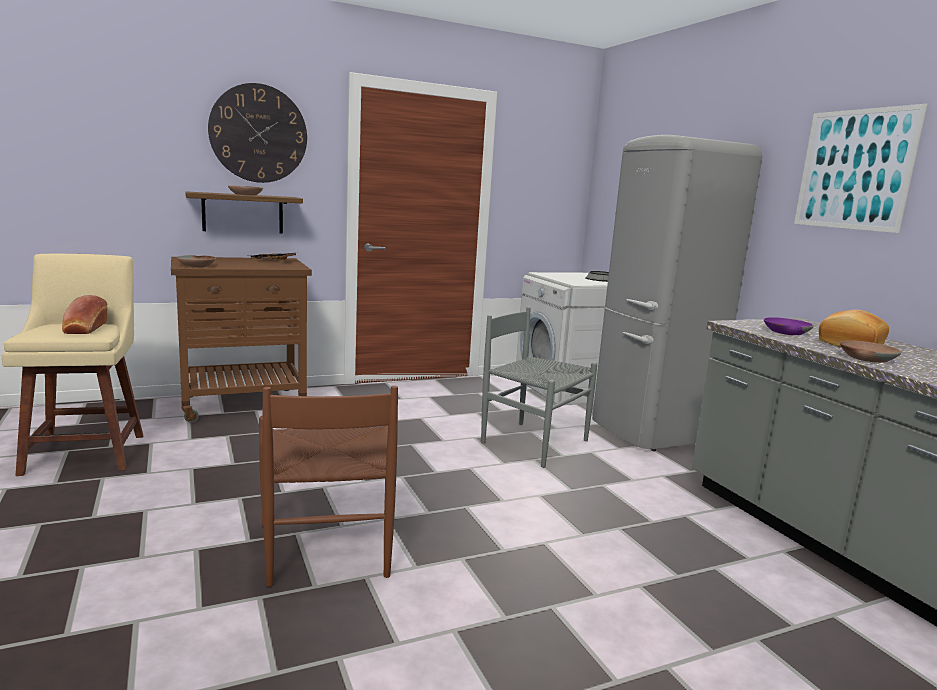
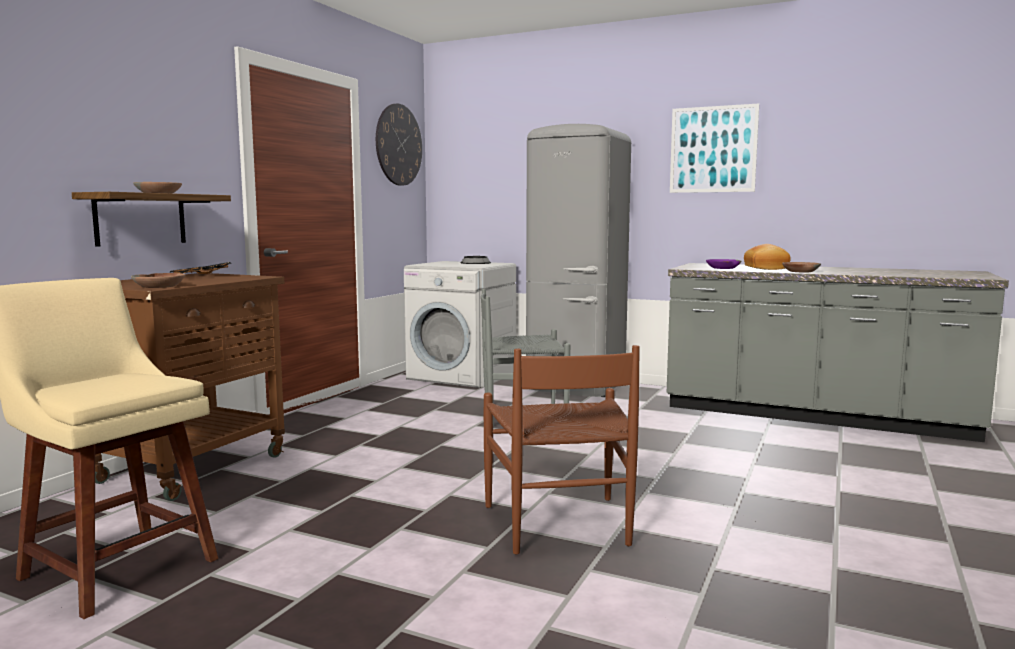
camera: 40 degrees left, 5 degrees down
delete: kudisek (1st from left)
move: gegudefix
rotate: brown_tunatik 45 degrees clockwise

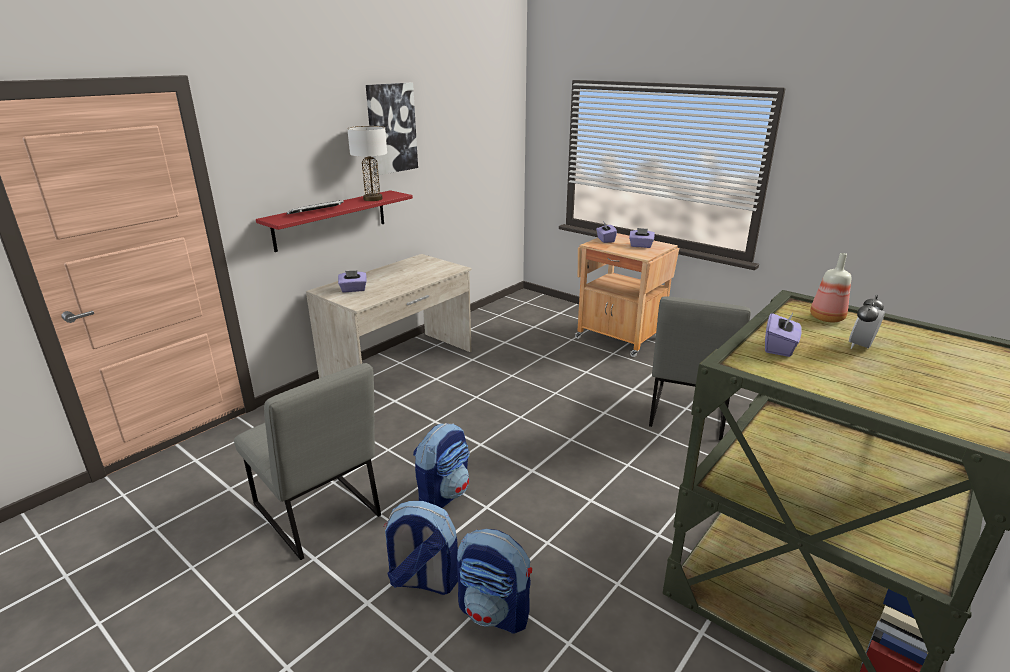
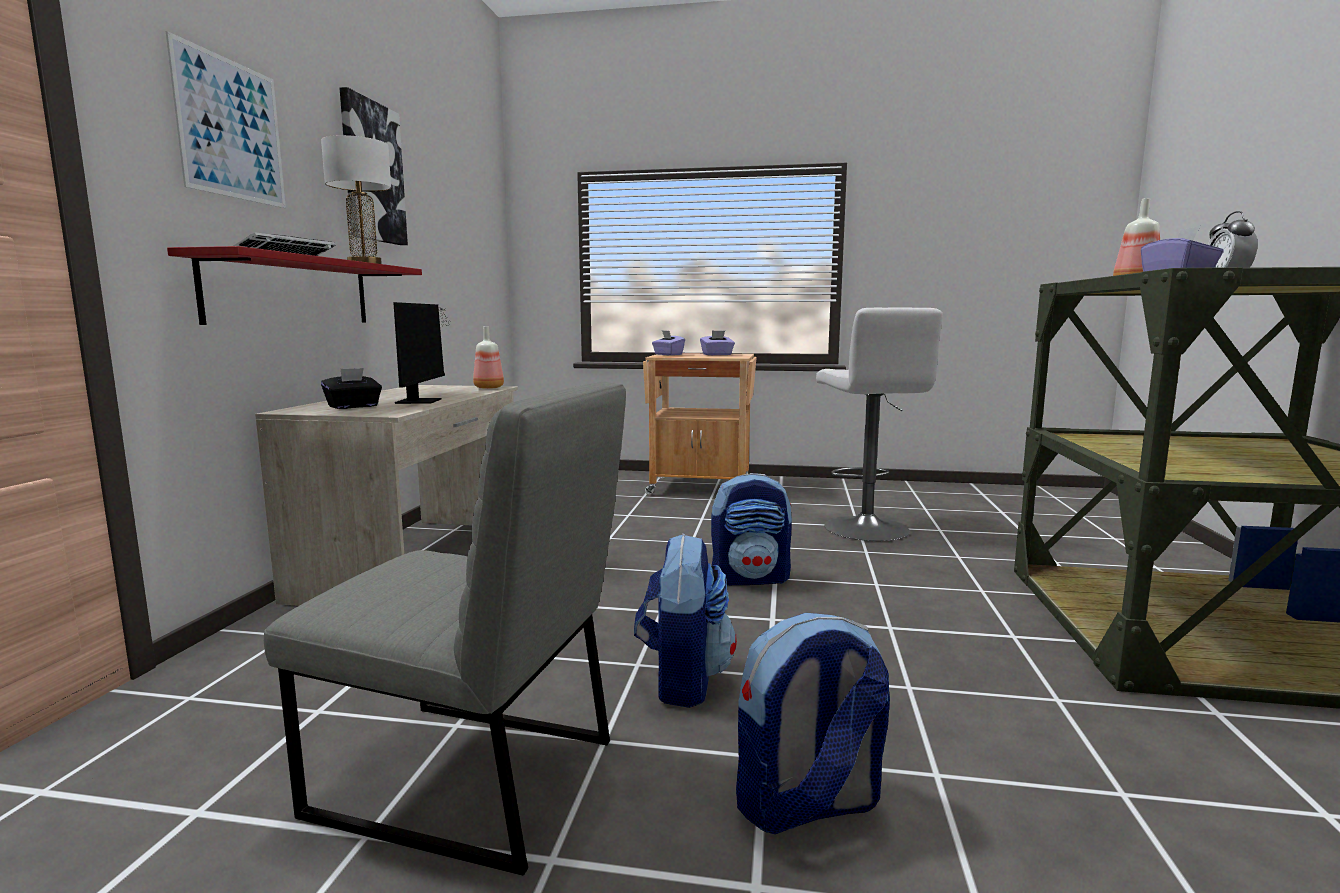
camera: 30 degrees left, 15 degrees down
insert: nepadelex (1st from left); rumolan; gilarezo (1st from left)
move: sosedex (3rd from left in the first image) to sosedex (2nd from left)
replace: grey_tunatik (2nd from left) to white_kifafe
recolor: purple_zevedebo (1st from left) to black_zevedebo

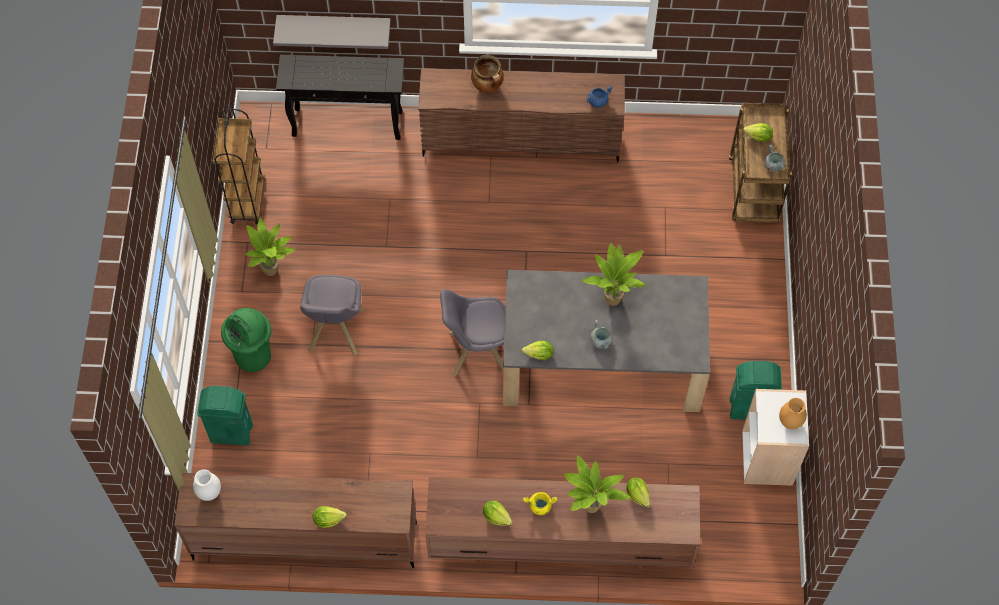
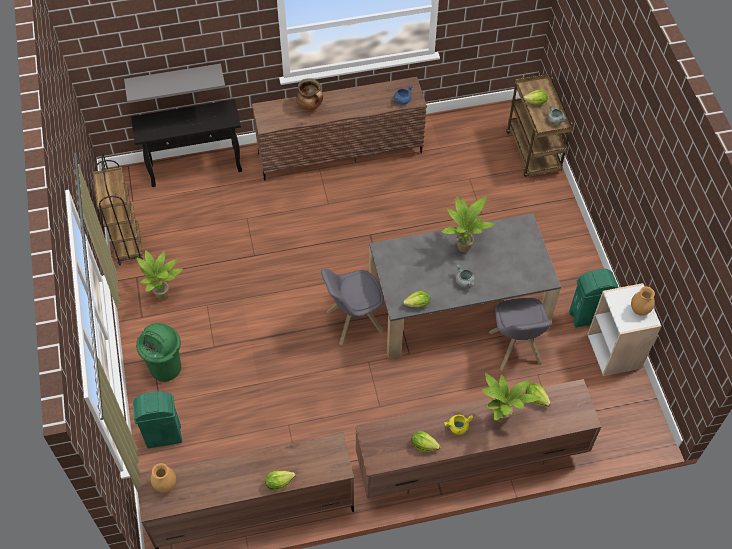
camera: 15 degrees left, 5 degrees down
move: grey_tunatik (1st from left in the first image) to grey_tunatik (2nd from left)
recolor: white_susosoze to brown_susosoze (1st from left)

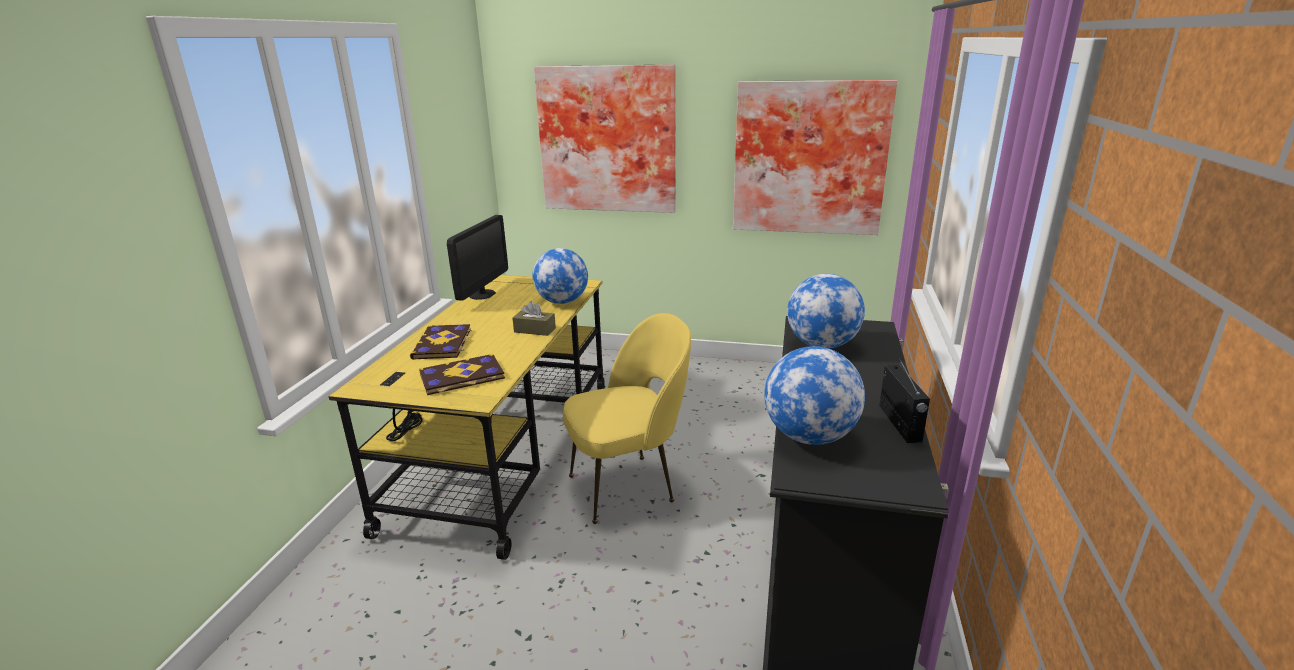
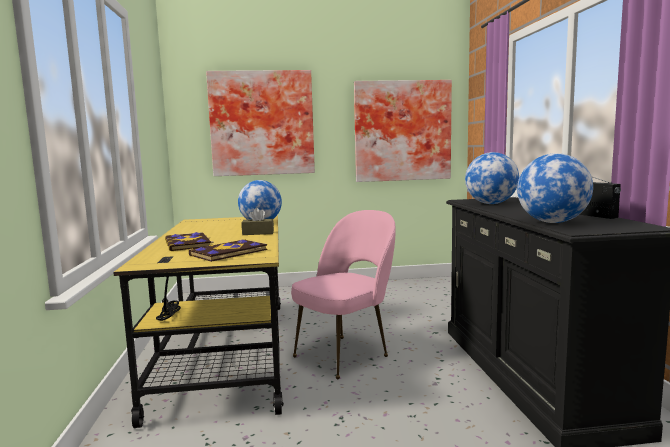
camera: 20 degrees left, 15 degrees down
delete: rumolan
recolor: yellow_tunatik to pink_tunatik

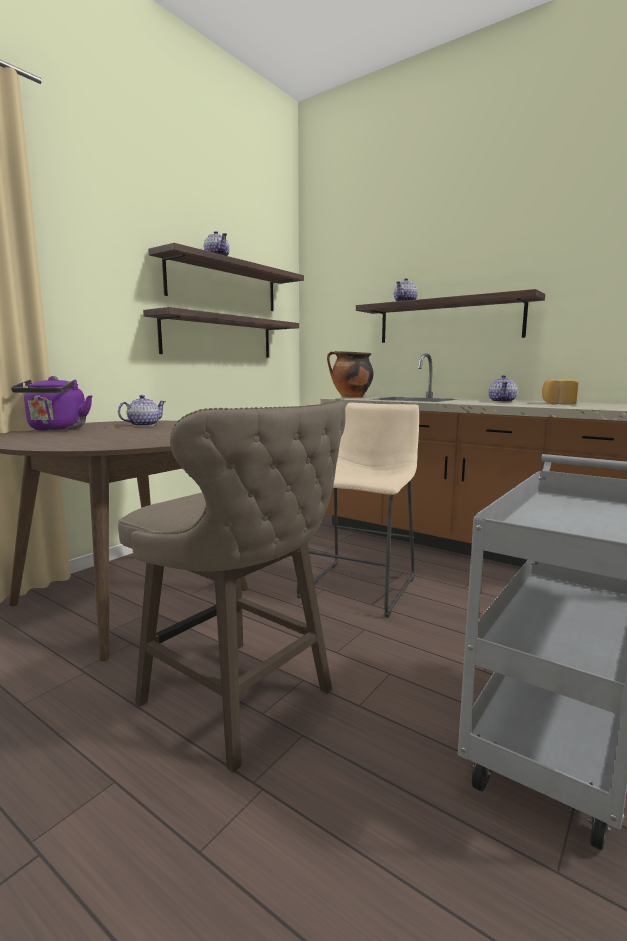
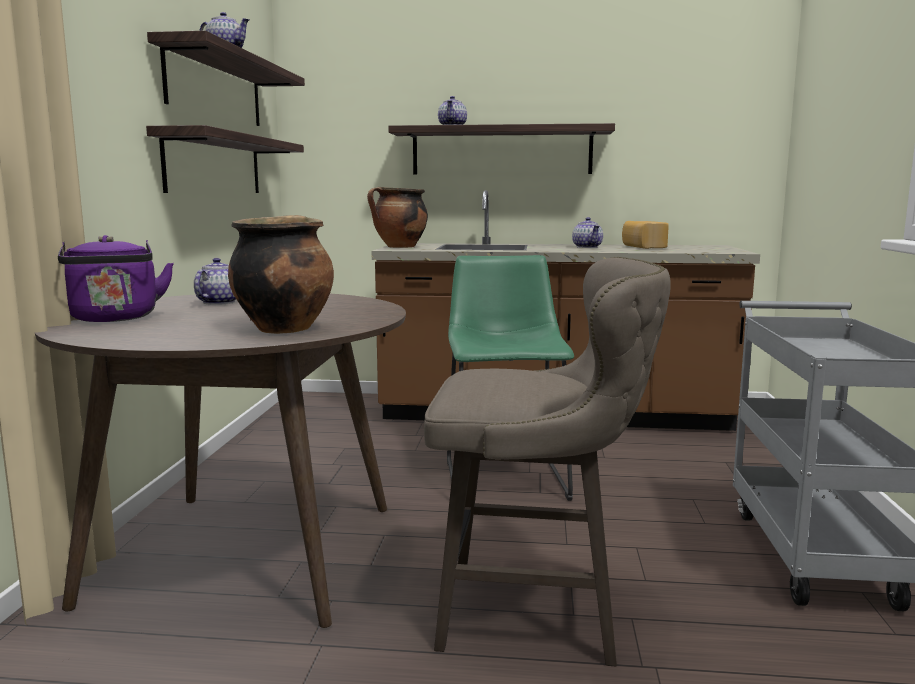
camera: 30 degrees left, 0 degrees up
insert: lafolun (1st from left)
recolor: beige_kifafe (2nd from left) to green_kifafe

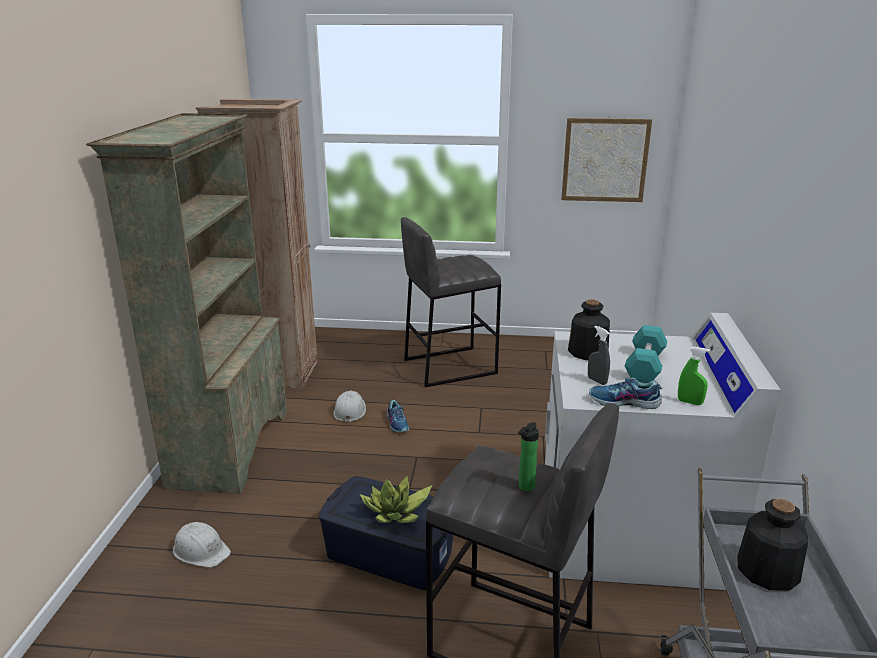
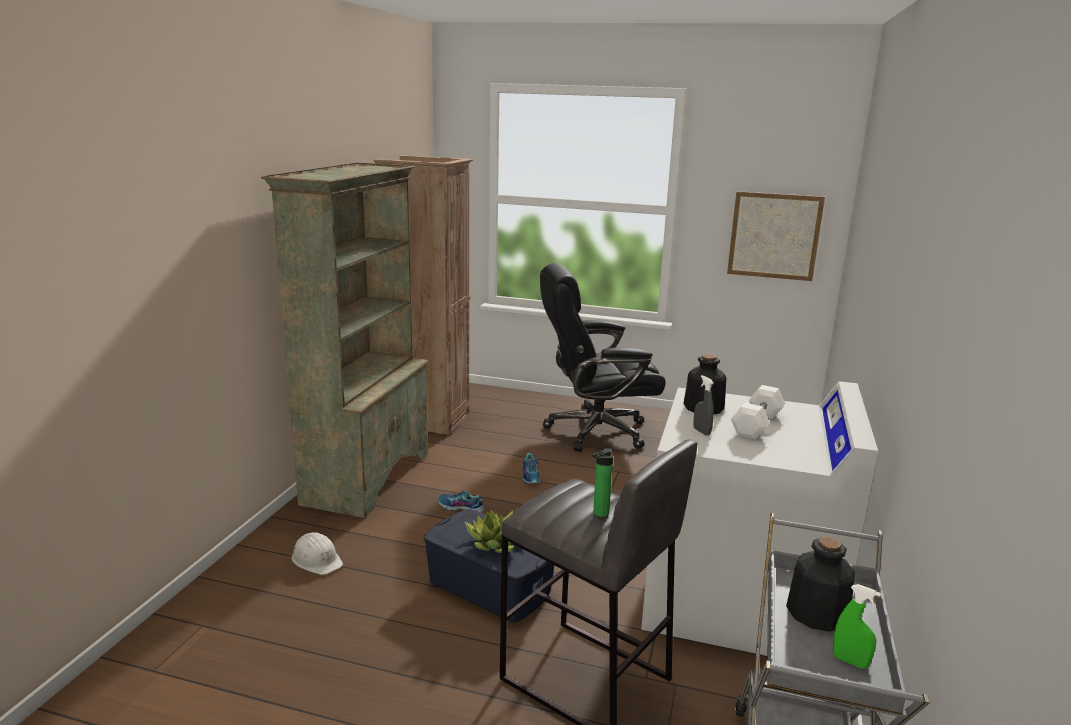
camera: 10 degrees right, 5 degrees down
delete: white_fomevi (2nd from left)
move: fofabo (2nd from left in the first image) to fofabo (1st from left); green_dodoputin
replace: grey_kifafe (1st from left) to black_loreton
recolor: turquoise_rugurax to white_rugurax

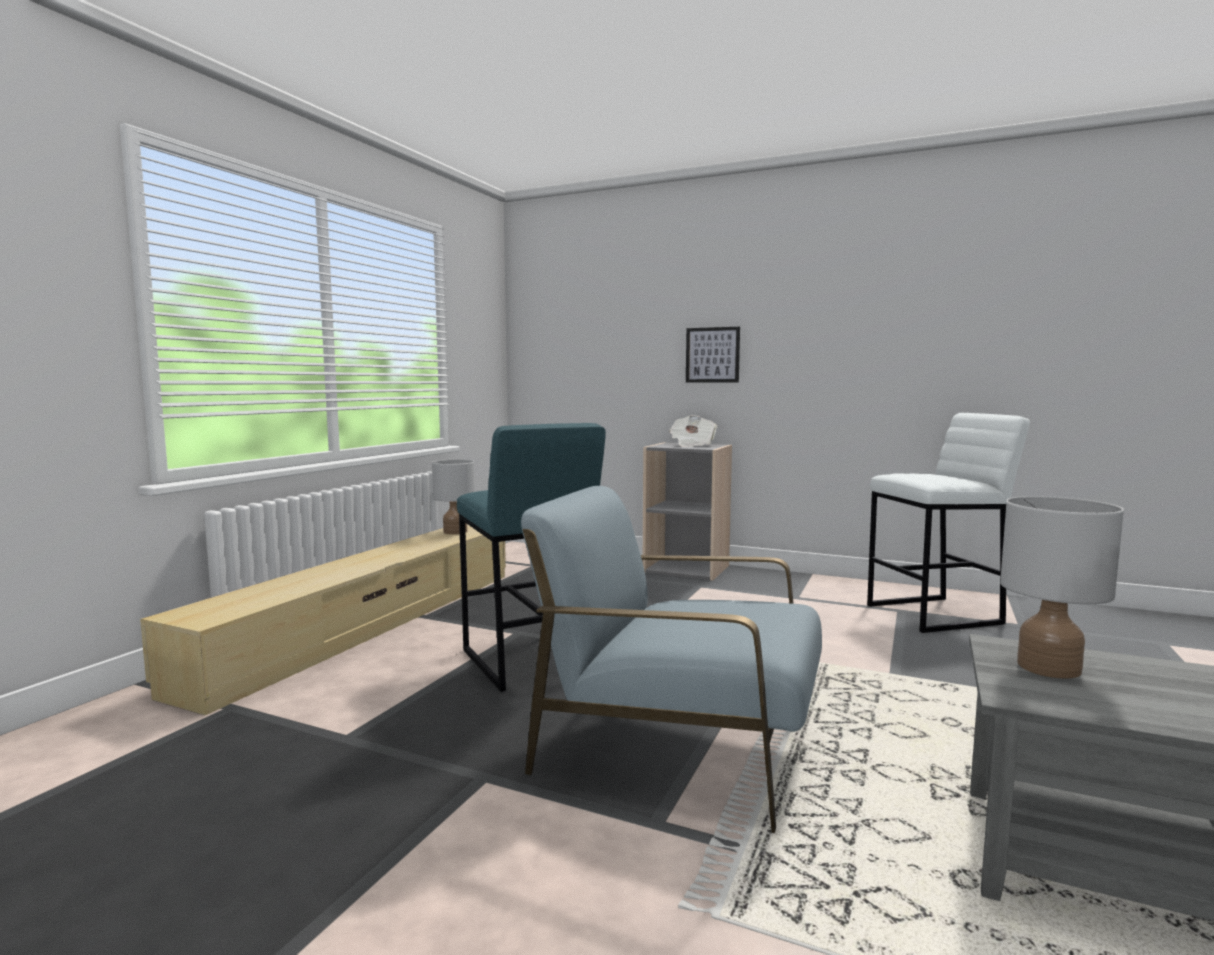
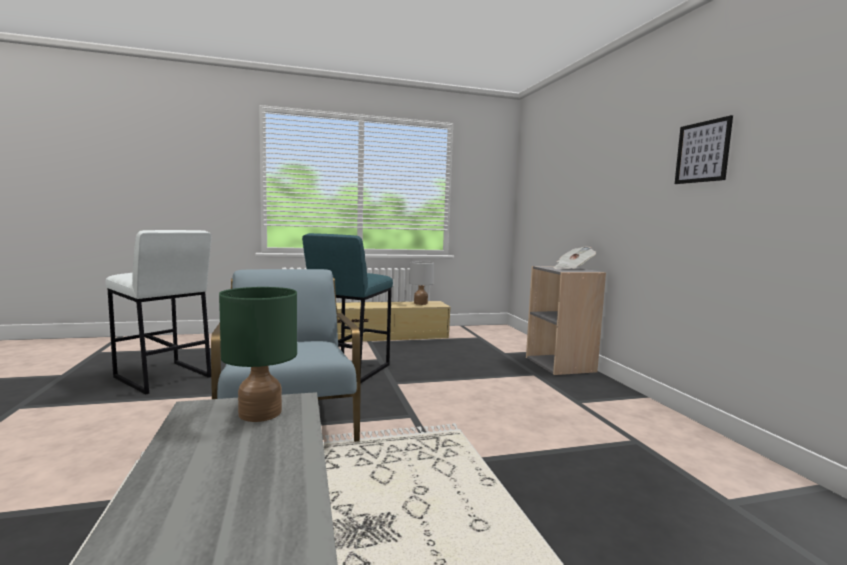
camera: 50 degrees right, 0 degrees up
move: white_kifafe; nepadelex
recolor: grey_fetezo (2nd from left) to green_fetezo

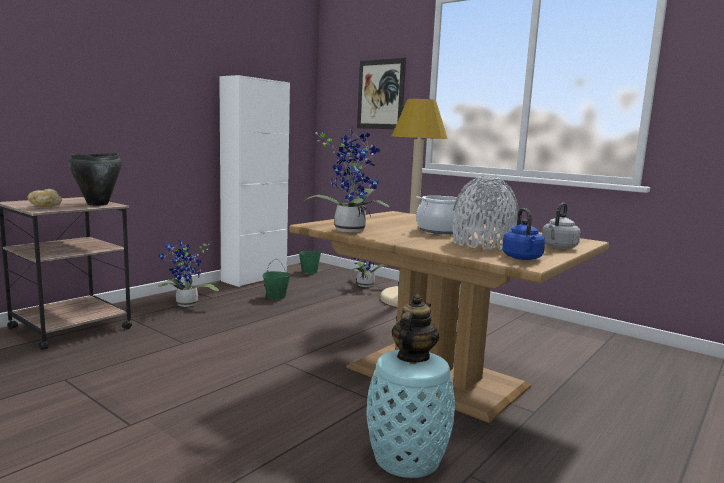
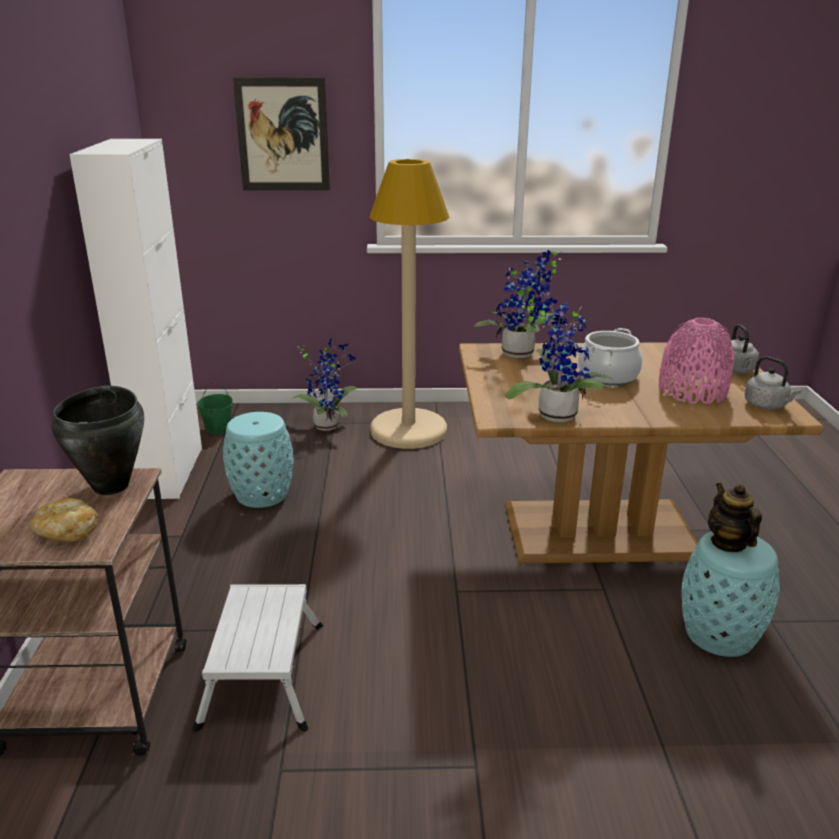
camera: 40 degrees left, 15 degrees up
insert: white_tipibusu
move: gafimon (1st from left in the first image) to gafimon (2nd from left)
replace: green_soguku (1st from left) to turquoise_kifafe (1st from left)
recolor: grey_susosoze to pink_susosoze; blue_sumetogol to grey_sumetogol (2nd from left)

